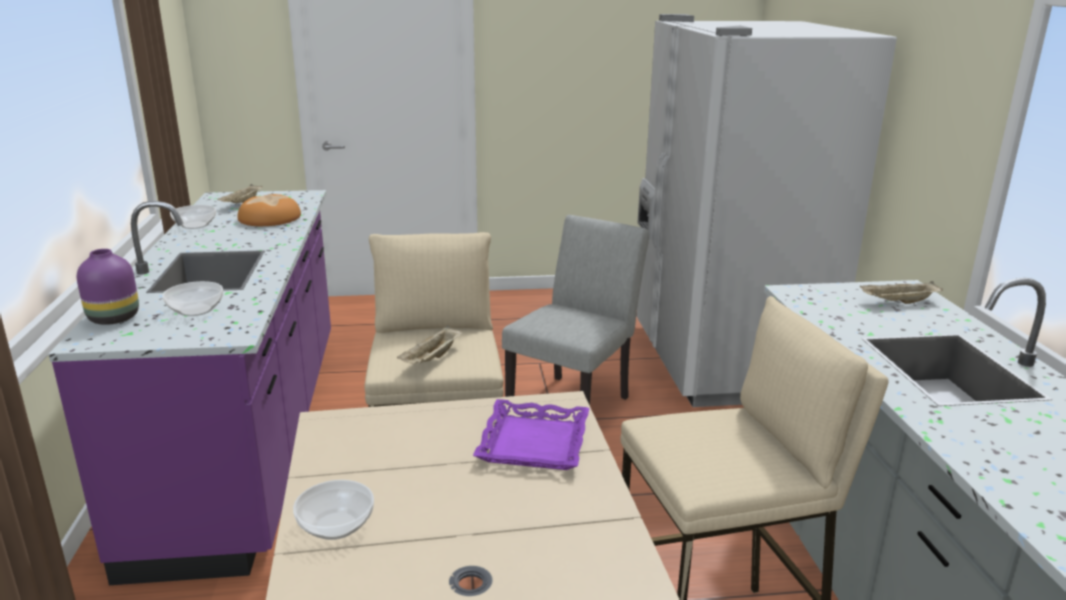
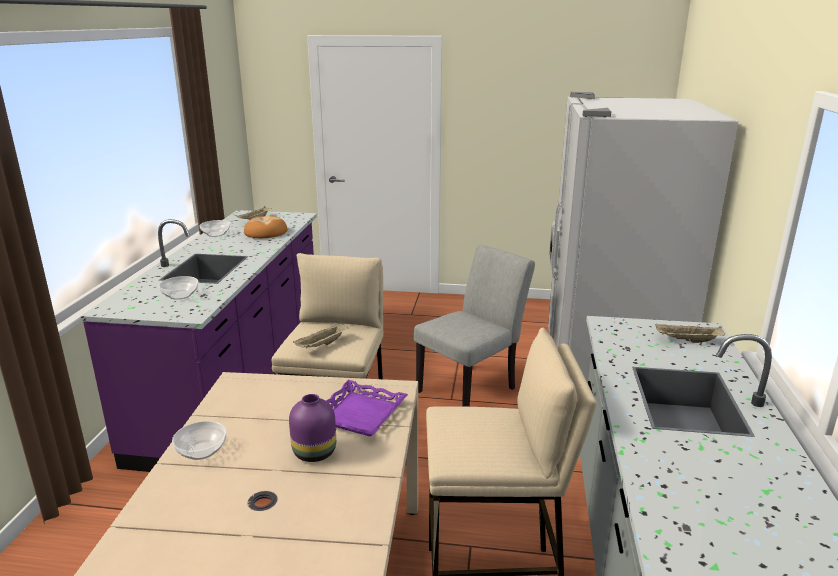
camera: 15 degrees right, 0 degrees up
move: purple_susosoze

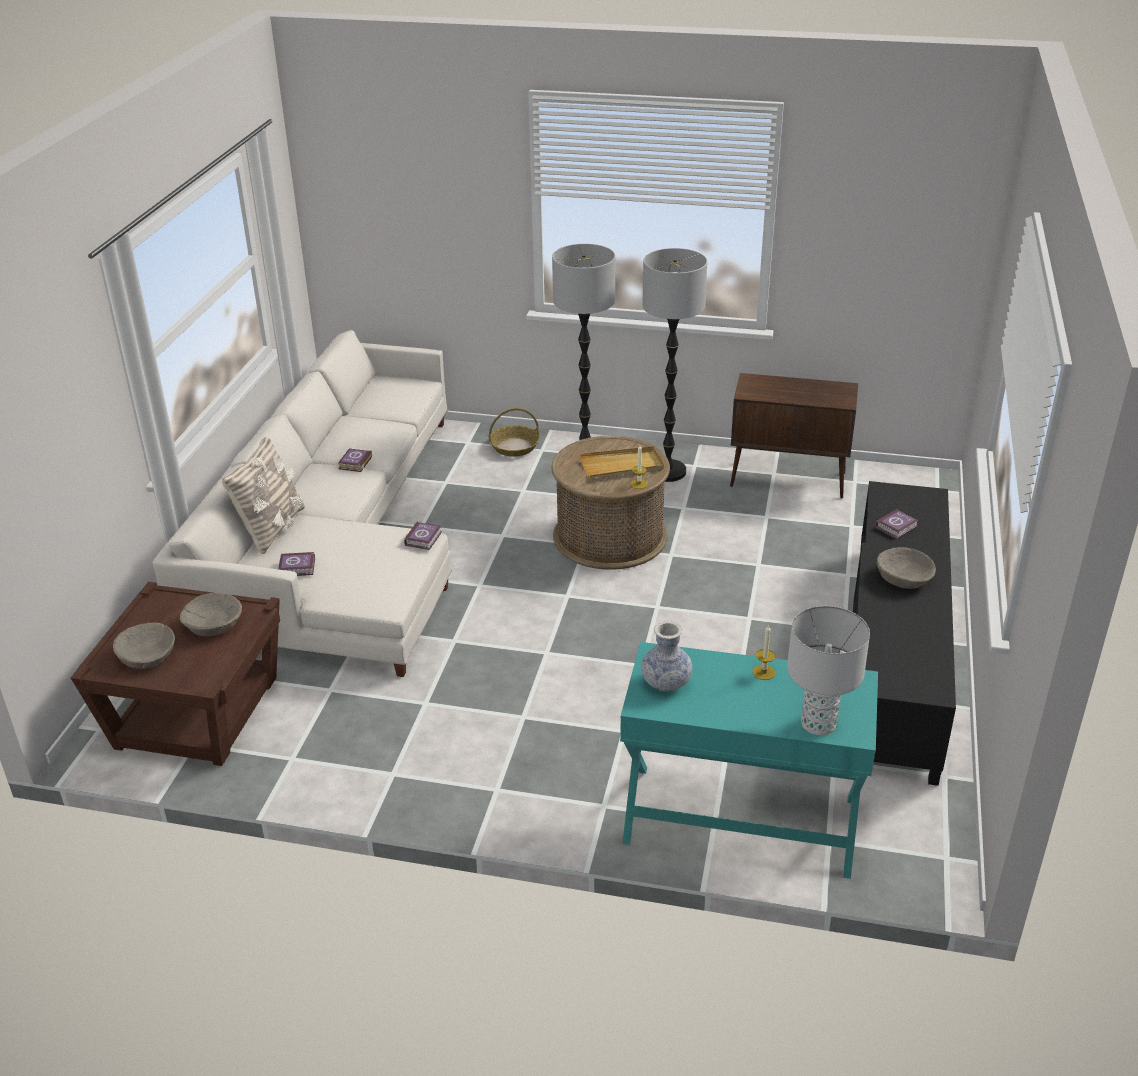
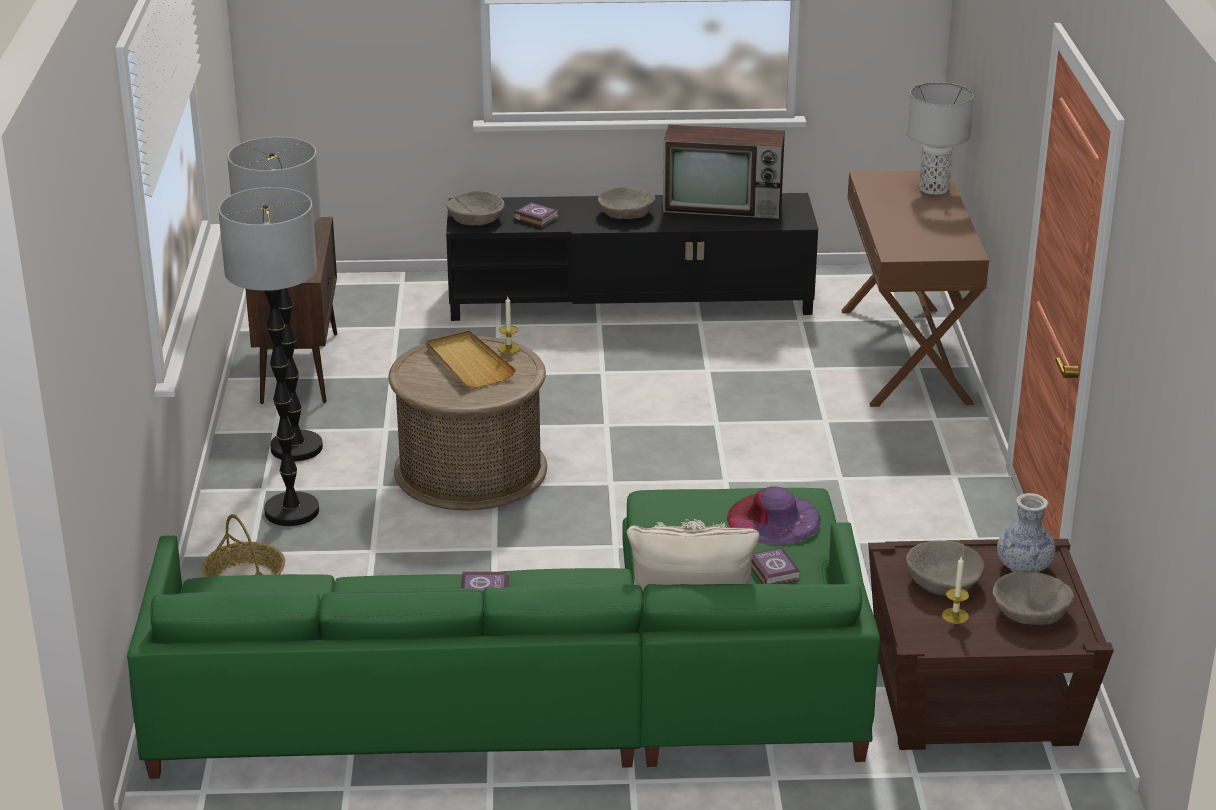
camera: 105 degrees left, 5 degrees down
delete: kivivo (3rd from left)
insert: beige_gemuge (1st from left); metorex; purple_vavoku
move: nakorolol (2nd from left); susosoze
recolor: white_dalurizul to green_dalurizul; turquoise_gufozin to brown_gufozin

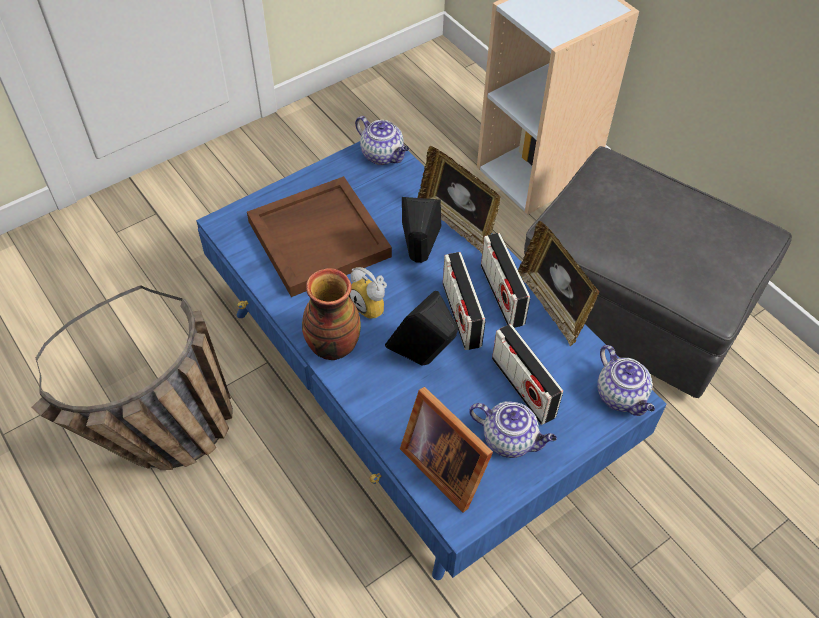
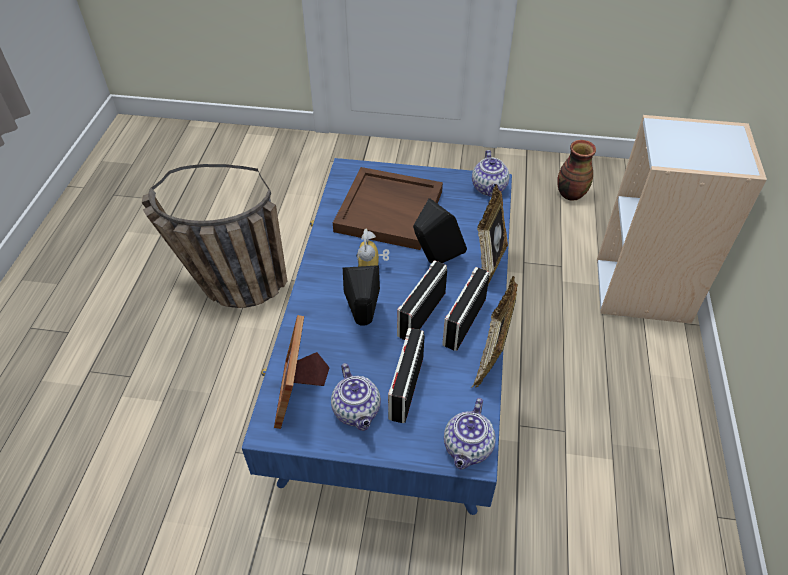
camera: 45 degrees right, 5 degrees down
delete: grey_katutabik
move: susosoze

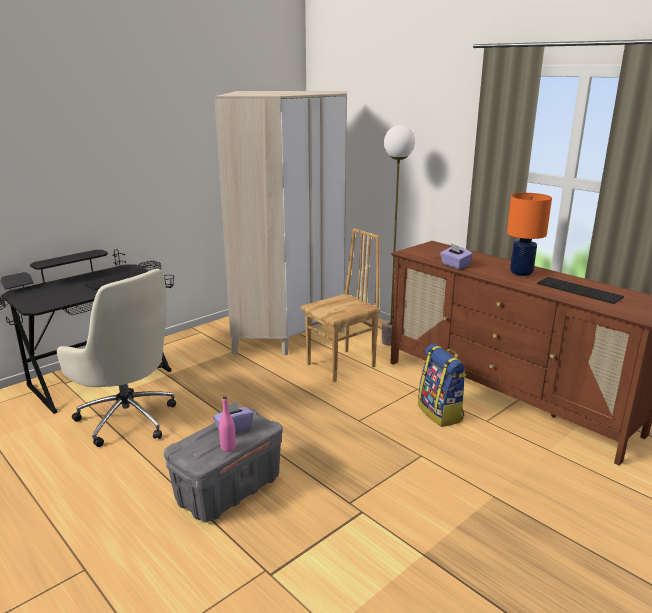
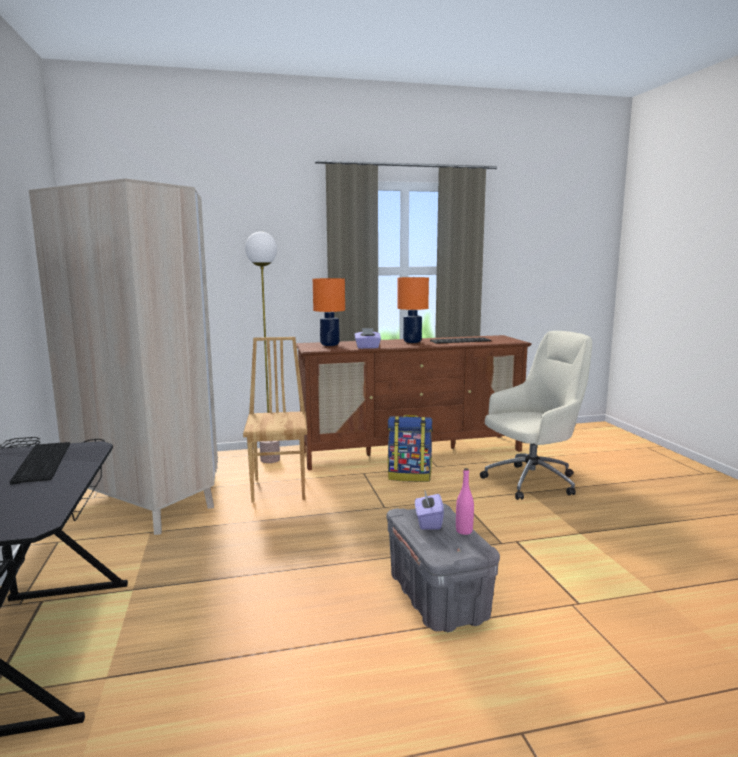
camera: 60 degrees left, 10 degrees down
insert: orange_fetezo (1st from left)
move: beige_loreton

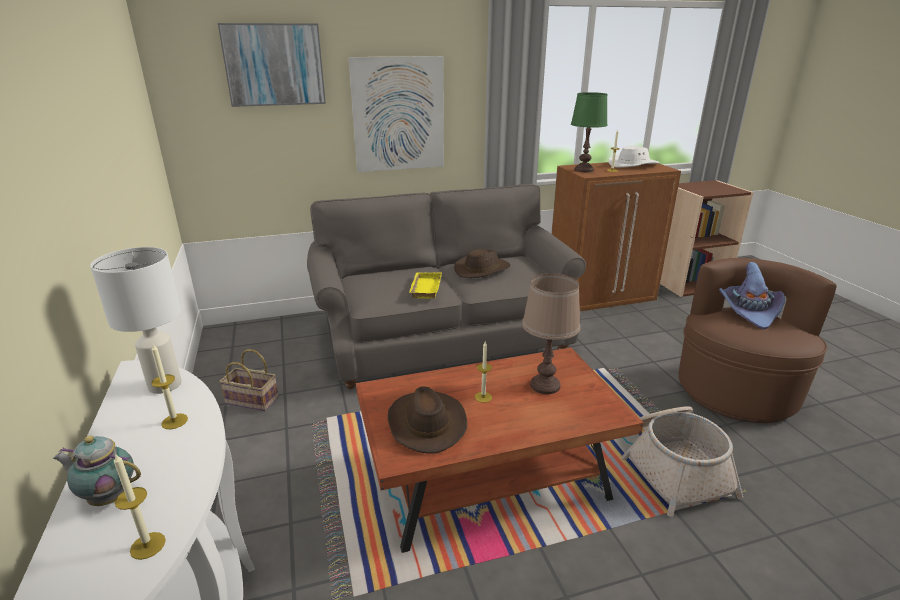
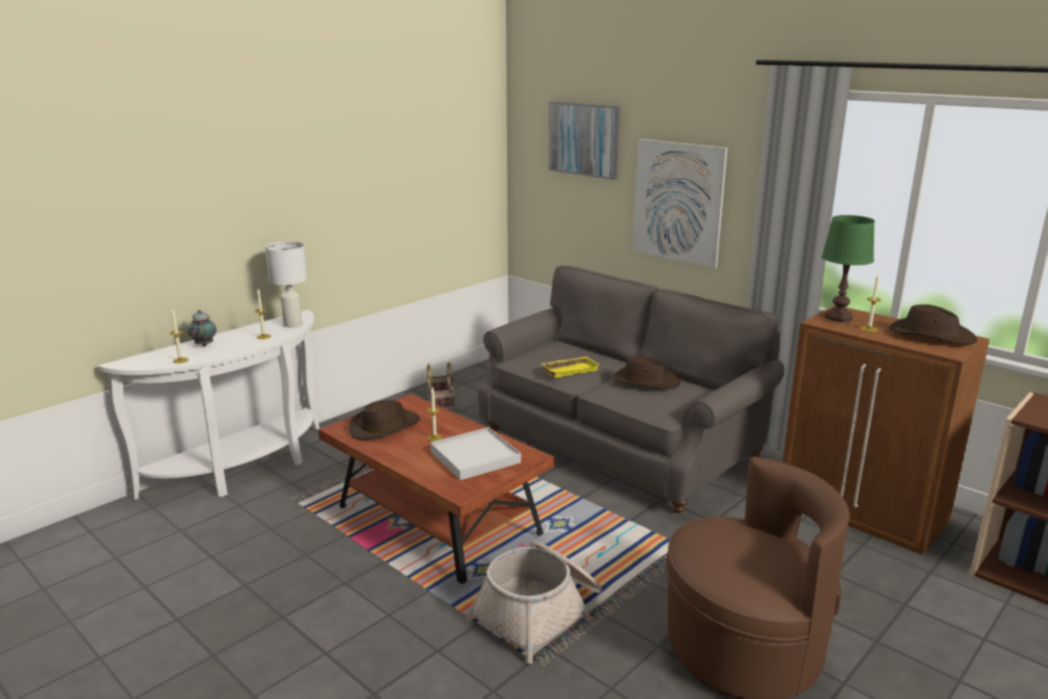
camera: 60 degrees right, 5 degrees down
delete: purple_vavoku
replace: brown_fetezo to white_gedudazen
recolor: white_vavoku to brown_vavoku (3rd from left)

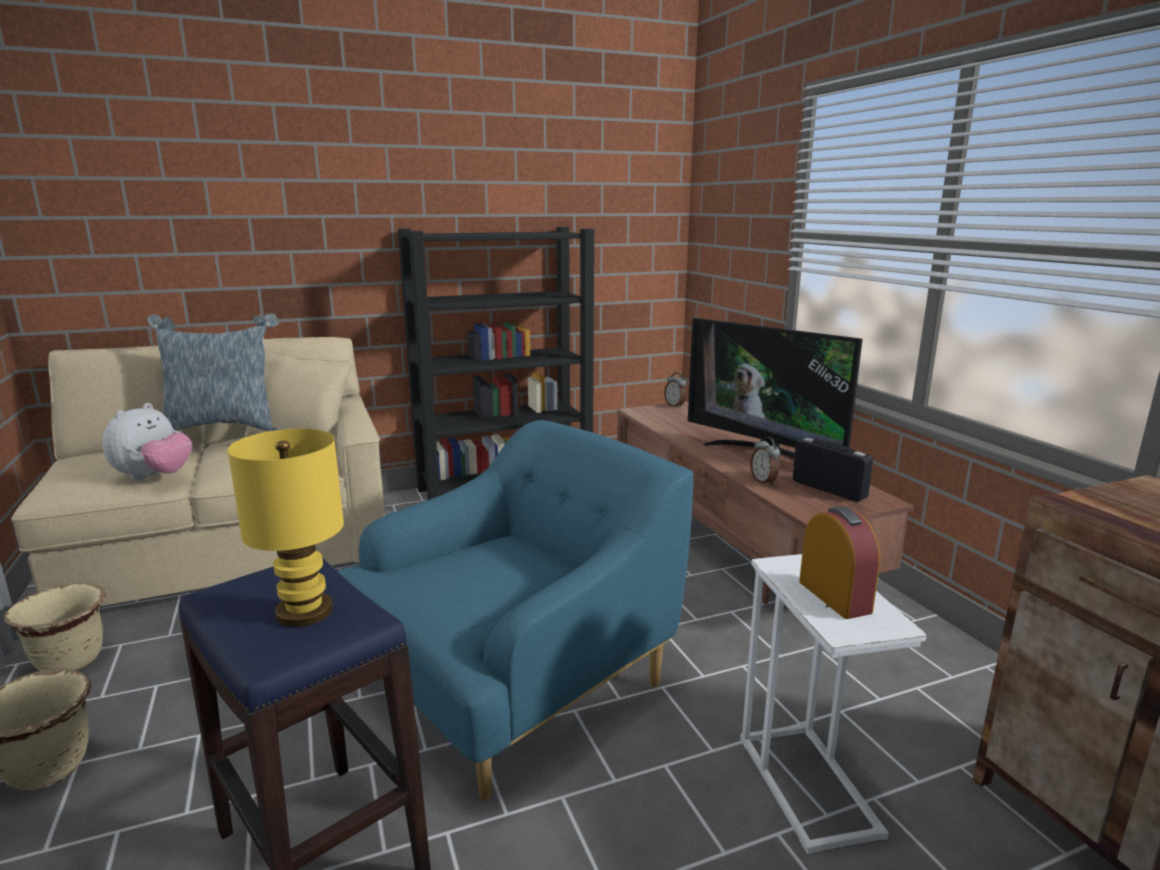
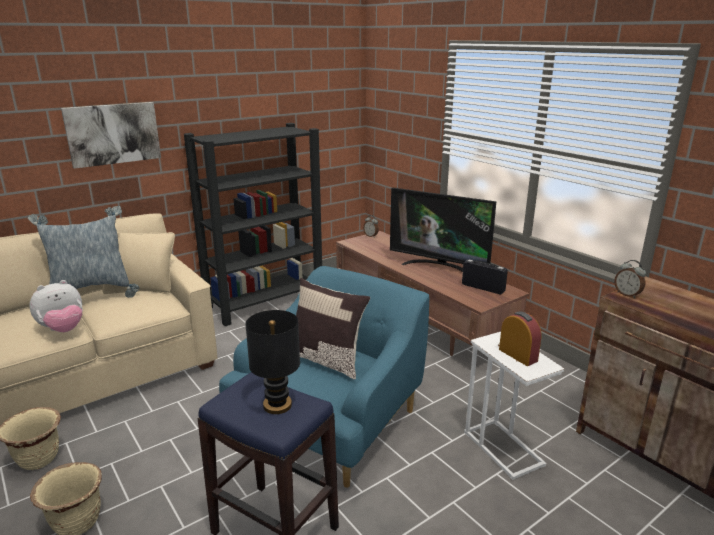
camera: 15 degrees left, 5 degrees up
insert: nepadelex; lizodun (2nd from left)
move: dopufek (2nd from left in the first image) to dopufek (3rd from left)
recolor: yellow_fetezo to black_fetezo
rotate: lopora 45 degrees clockwise

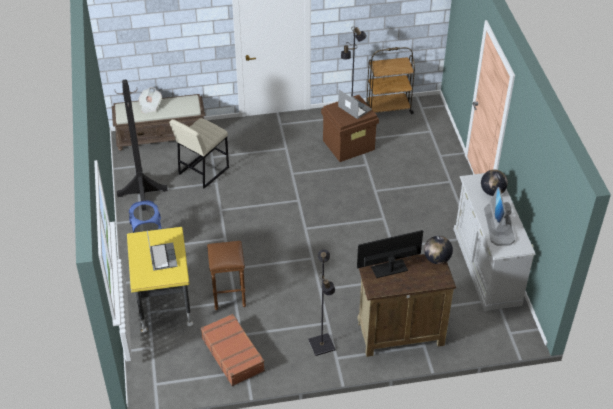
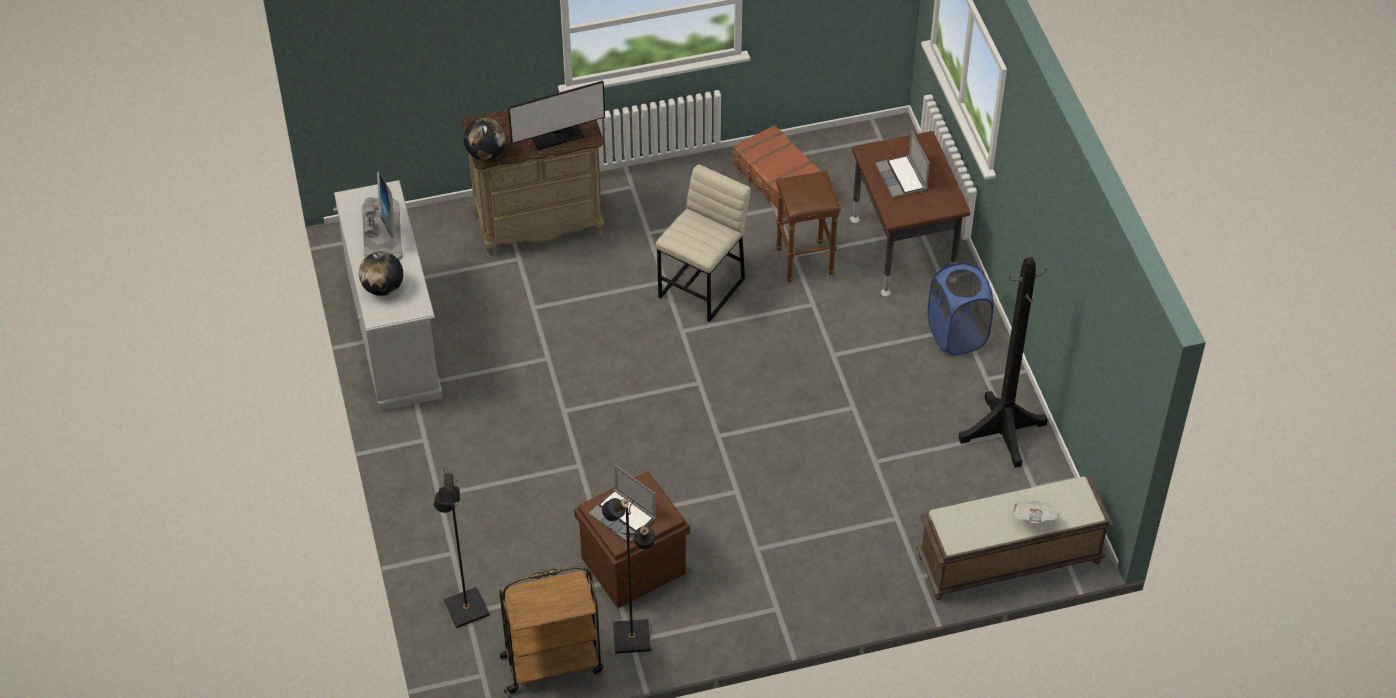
camera: 175 degrees right, 5 degrees up
move: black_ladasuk (1st from left); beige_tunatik
recolor: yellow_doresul to brown_doresul

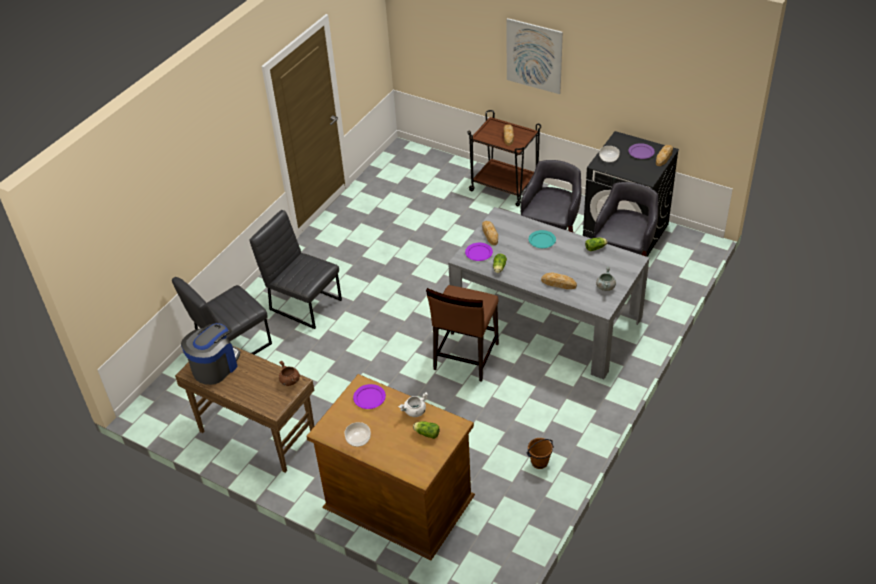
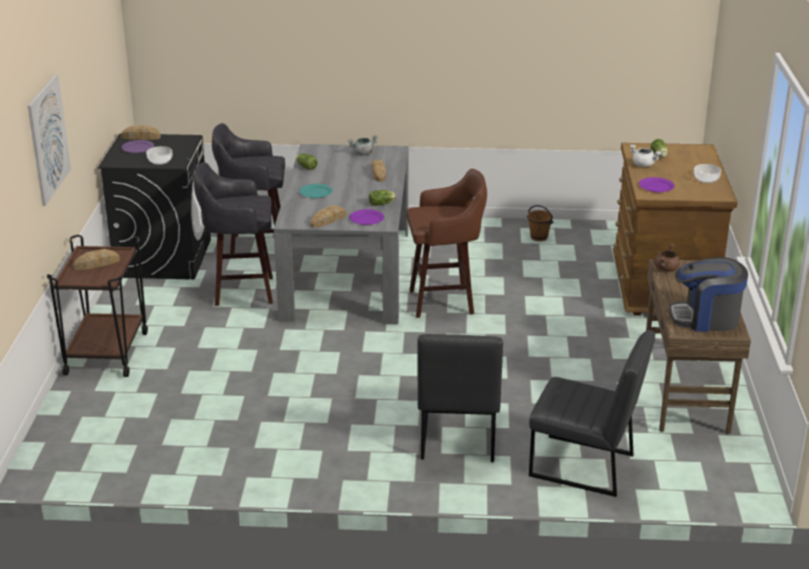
camera: 120 degrees left, 15 degrees down
replace: brown_tunatik to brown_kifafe

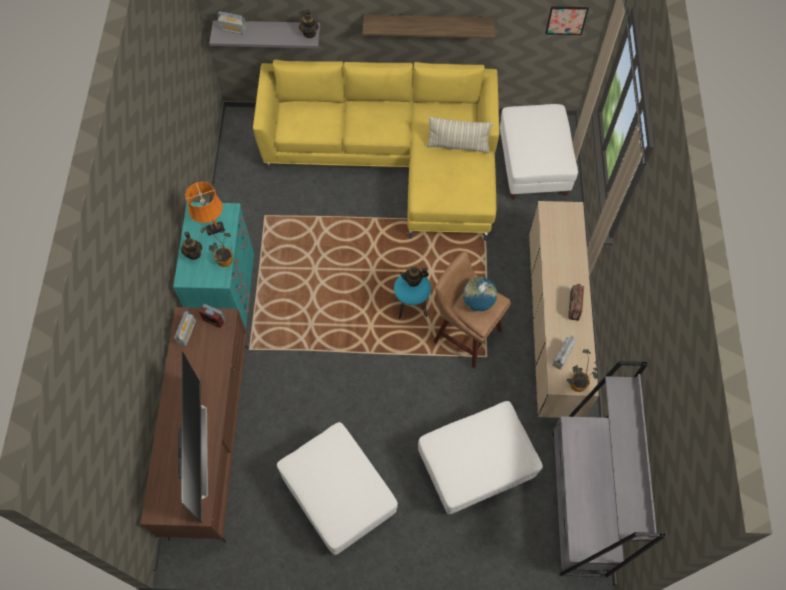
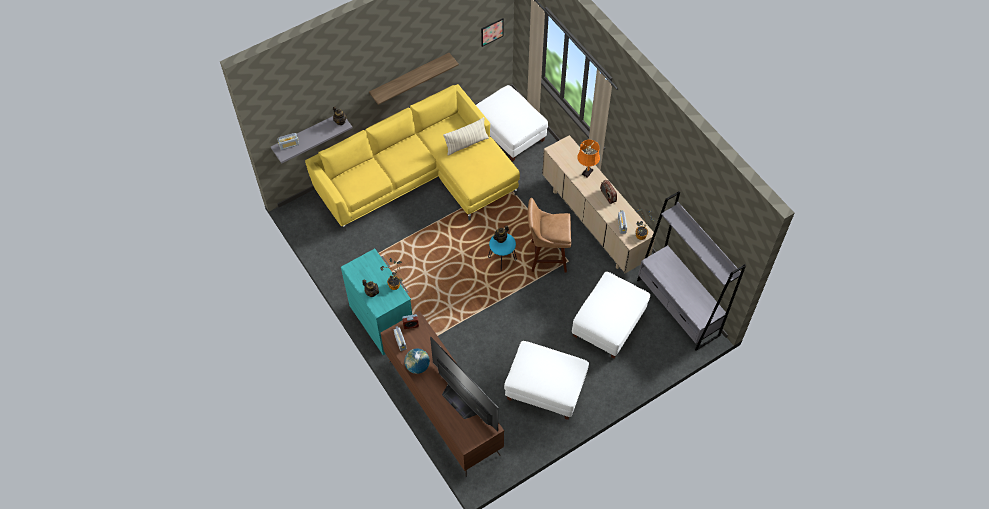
camera: 35 degrees left, 5 degrees down
move: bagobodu; orange_fetezo

